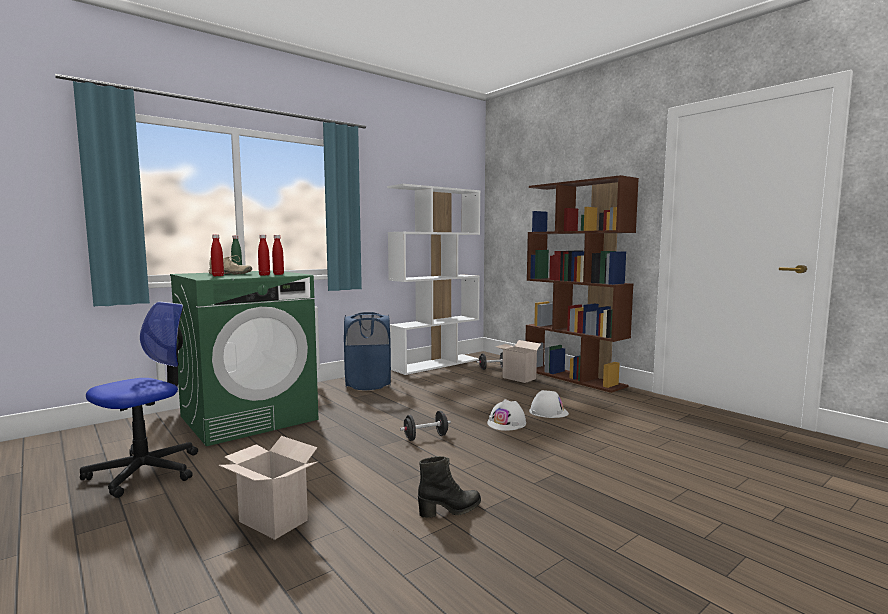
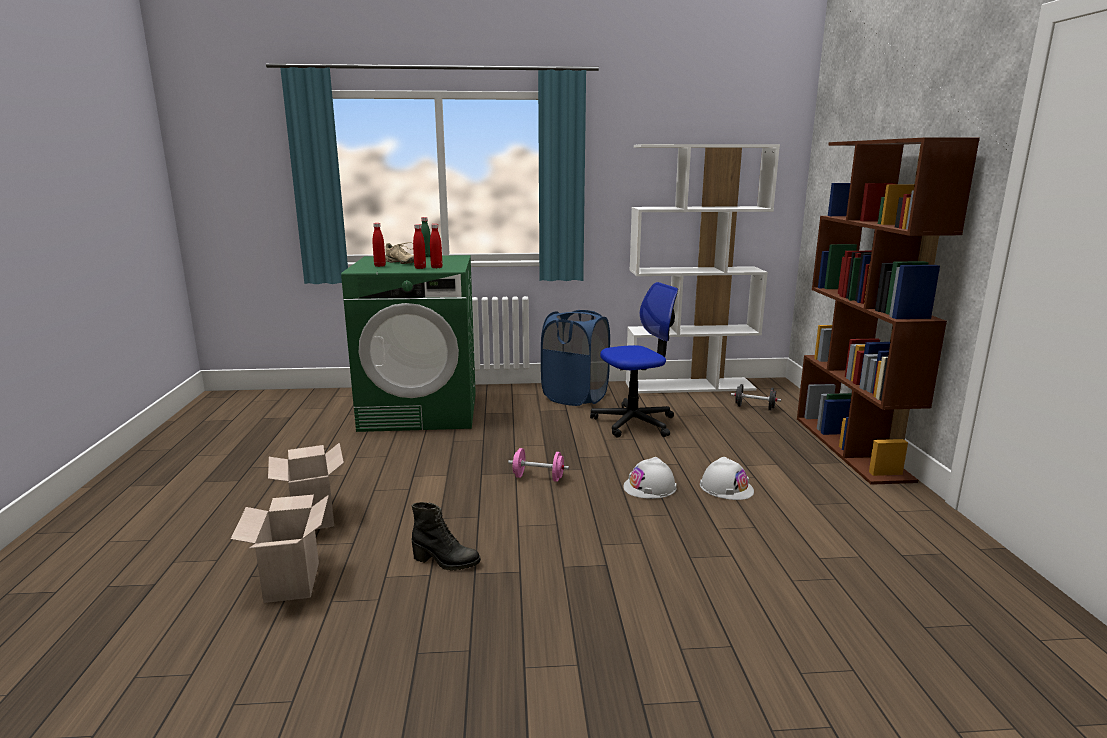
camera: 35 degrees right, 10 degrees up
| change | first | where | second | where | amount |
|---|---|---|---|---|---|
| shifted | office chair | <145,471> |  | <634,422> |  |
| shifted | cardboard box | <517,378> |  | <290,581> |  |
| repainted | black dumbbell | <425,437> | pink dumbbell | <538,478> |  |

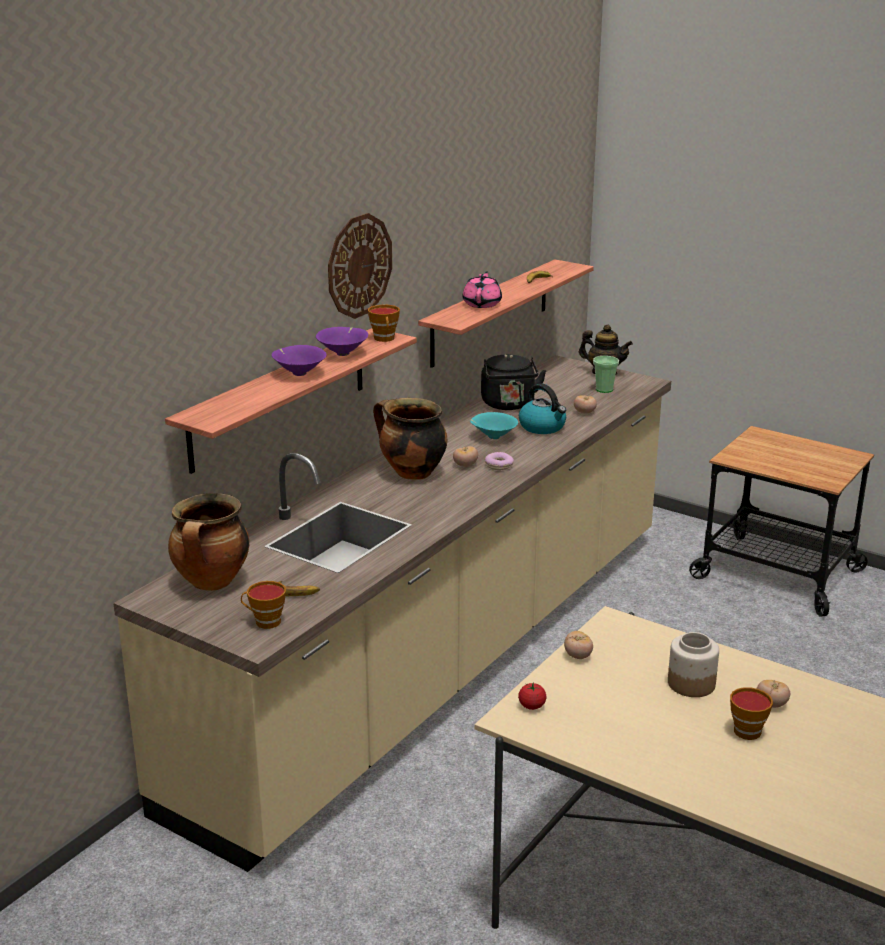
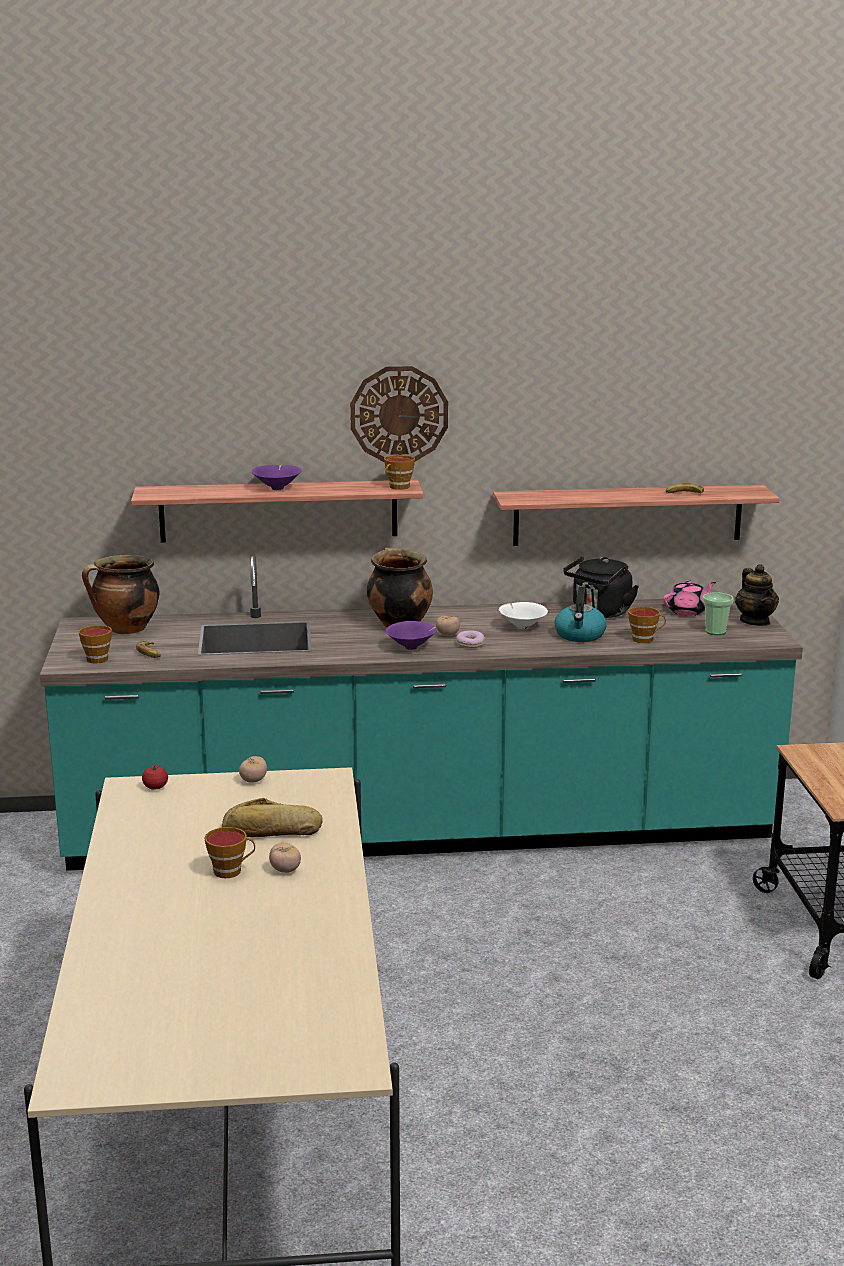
camera: 50 degrees right, 5 degrees down
| change | first | where | second | where | amount |
|---|---|---|---|---|---|
| shifted | purple bowl | <343,353> |  | <412,648> |  |
| shifted | pink teapot | <482,304> |  | <688,611> |  |
| swapped | tomato | <584,412> | cup | <645,639> |  |
| swapped | jar | <690,684> | bread | <272,831> |  |
| repainted | beige counter | <442,659> | turquoise counter | <422,832> |  |
| repainted | turquoise bowl | <493,437> | white bowl | <522,627> |  |

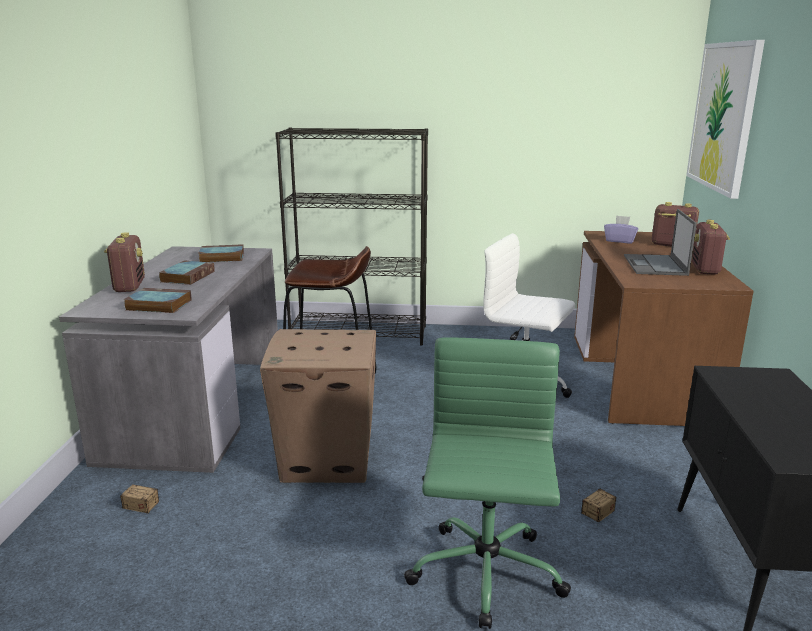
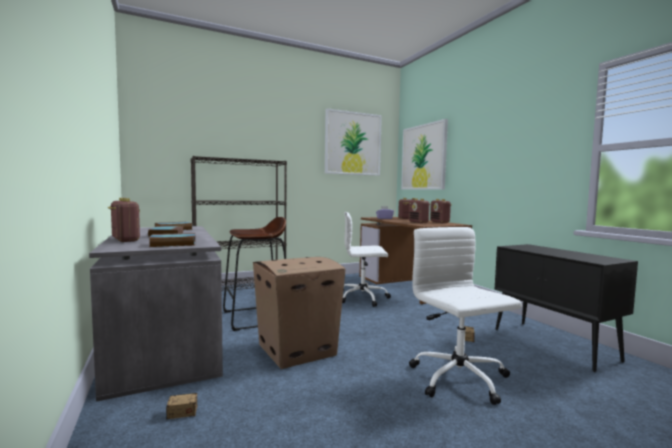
camera: 30 degrees left, 15 degrees down
| change | first | where | second | where | amount |
|---|---|---|---|---|---|
| new |  |  | picture | <353,143> |  |
| swapped | laptop | <655,265> | radio | <418,222> |  |
| repainted | green office chair | <485,574> | white office chair | <460,379> |  |

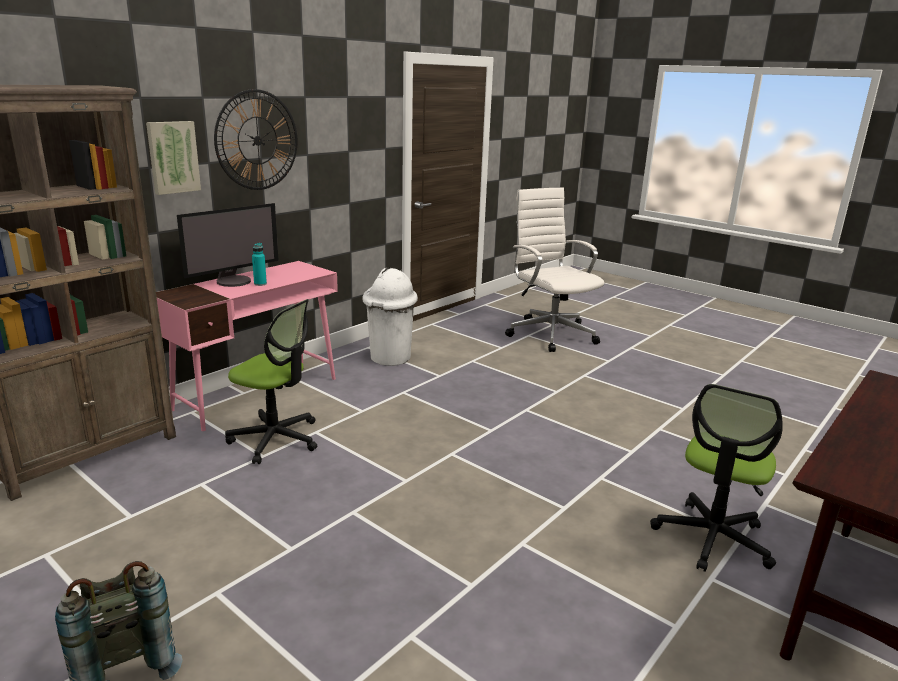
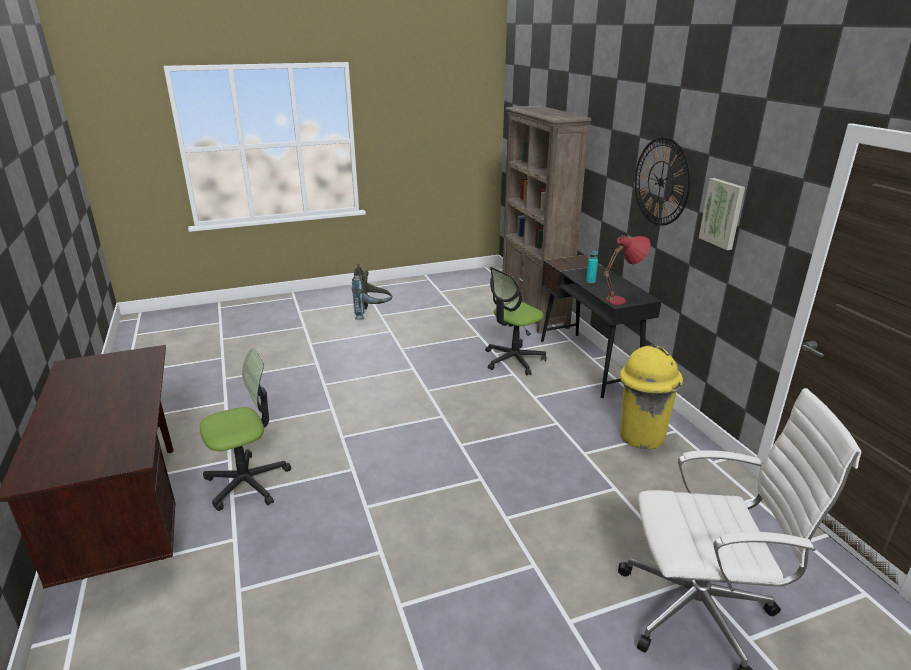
camera: 120 degrees right, 5 degrees up
| change | first | where | second | where | amount |
|---|---|---|---|---|---|
| gone | monitor | <233,281> |  |  |  |
| new |  |  | red table lamp | <622,300> |  |
| shifted | picture | <172,157> |  | <723,213> |  |
| repainted | pink desk | <258,393> | black desk | <588,363> |  |
| repainted | white trash can | <389,358> | yellow trash can | <641,436> |  |
| rotated | office chair | <712,538> |  | <247,483> | 90 degrees clockwise |

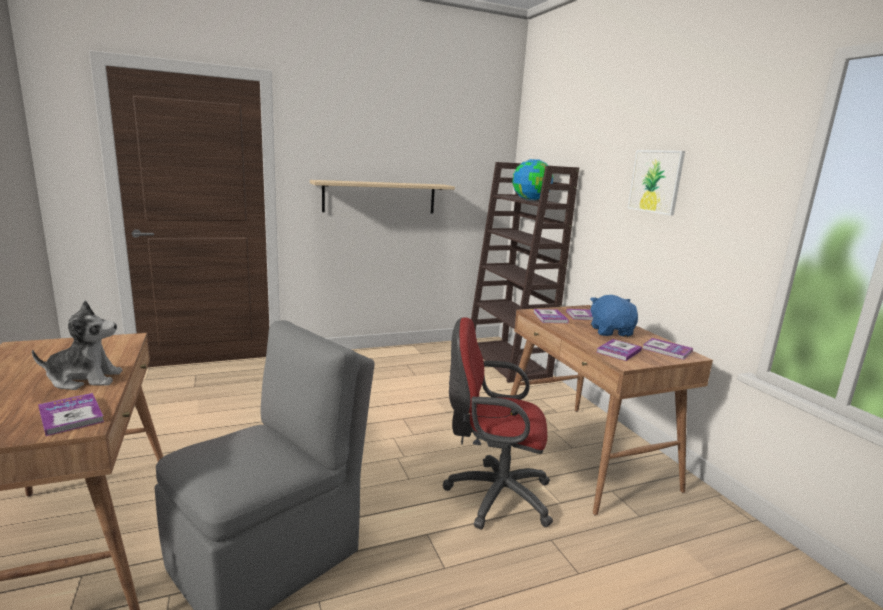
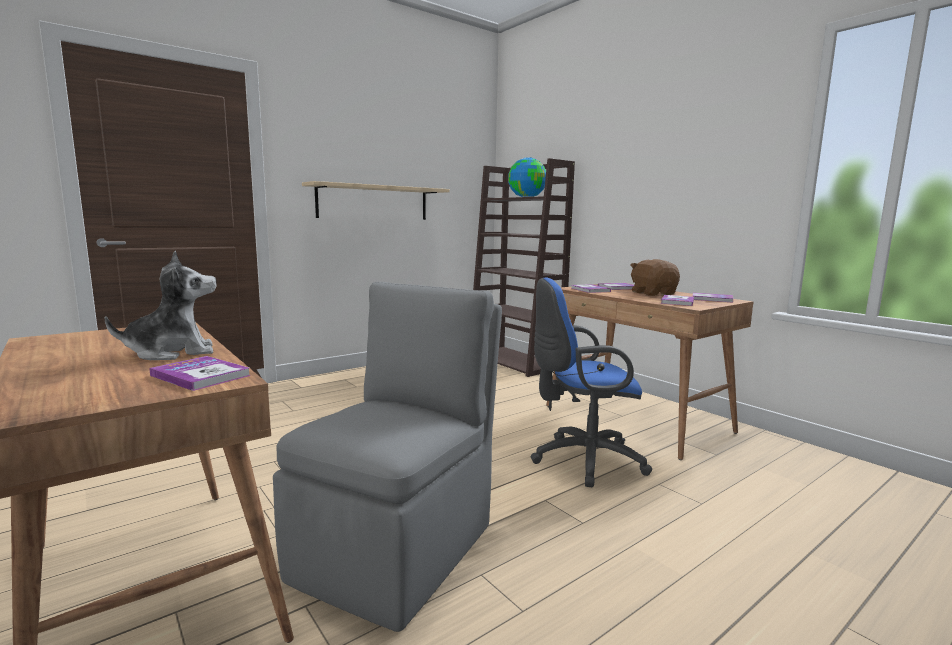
camera: 15 degrees left, 5 degrees down
| change | first | where | second | where | amount |
|---|---|---|---|---|---|
| gone | picture | <655,181> |  |  |  |
| repainted | red office chair | <493,495> | blue office chair | <582,460> |  |
| repainted | blue plush toy | <611,331> | brown plush toy | <653,293> |  |

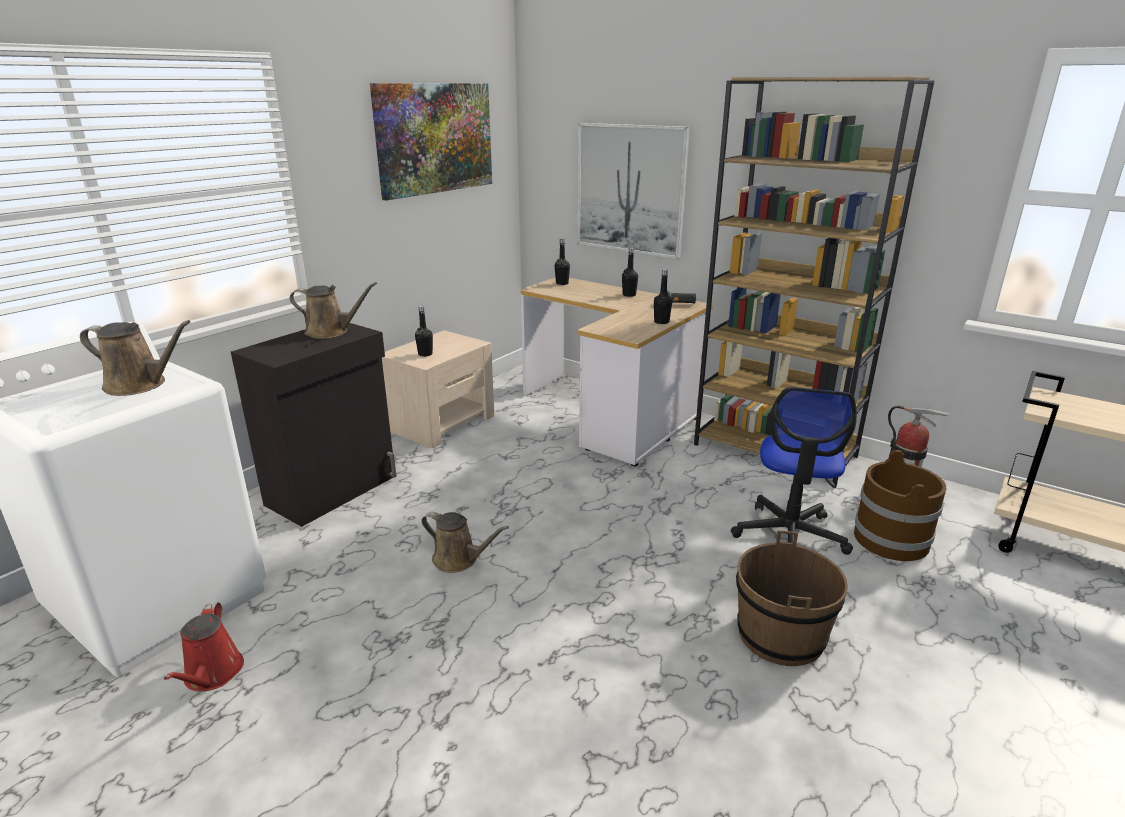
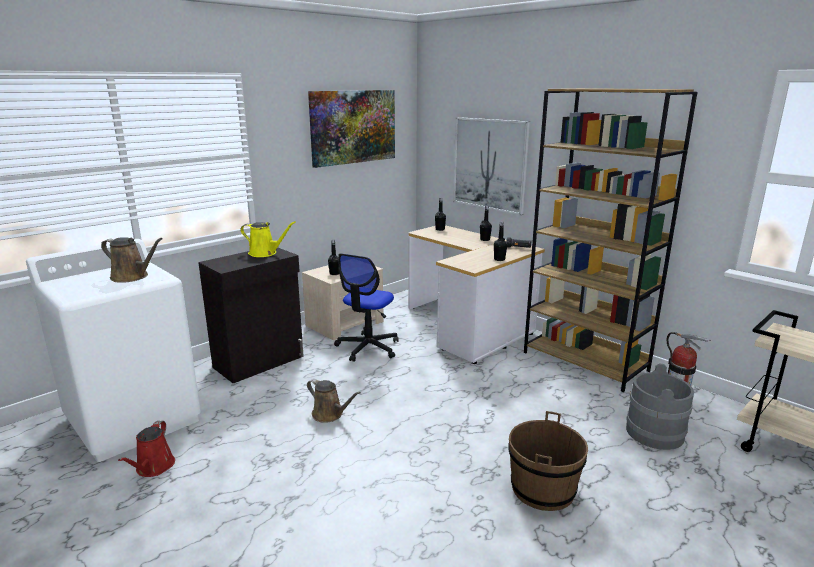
camera: 10 degrees right, 5 degrees down
| change | first | where | second | where | amount |
|---|---|---|---|---|---|
| shifted | office chair | <789,535> |  | <368,348> |  |
| repainted | brown watering can | <331,332> | yellow watering can | <265,253> |  |
| repainted | brown bucket | <891,539> | grey bucket | <655,433> |  |

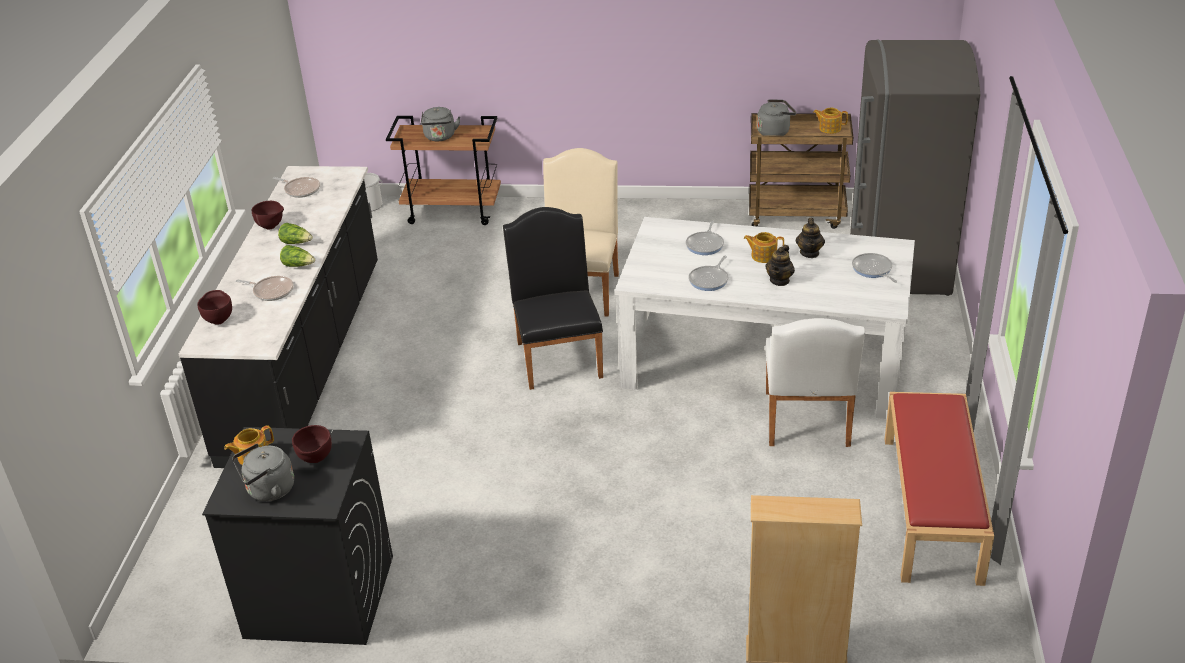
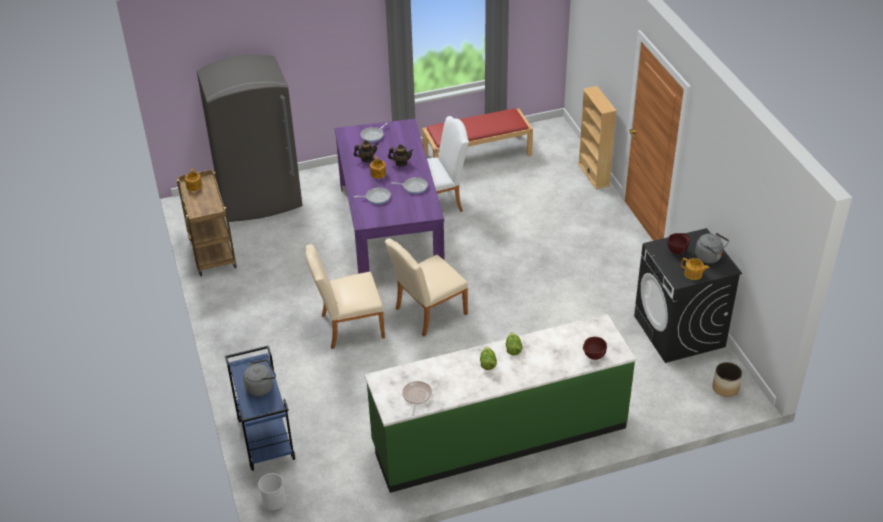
camera: 115 degrees left, 5 degrees up
| change | first | where | second | where | amount |
|---|---|---|---|---|---|
| gone | frying pan | <271,291> |  |  |  |
| gone | brown bowl | <271,227> |  |  |  |
| gone | grey kettle | <775,132> |  |  |  |
| new |  |  | planter | <725,388> |  |
| repainted | black counter | <306,360> | green counter | <499,436> |  |
| repainted | brown cart | <453,211> | blue cart | <265,439> |  |
| repainted | black chair | <558,355> | beige chair | <427,313> |  |
| repainted | white dining table | <763,362> | purple dining table | <390,229> |  |

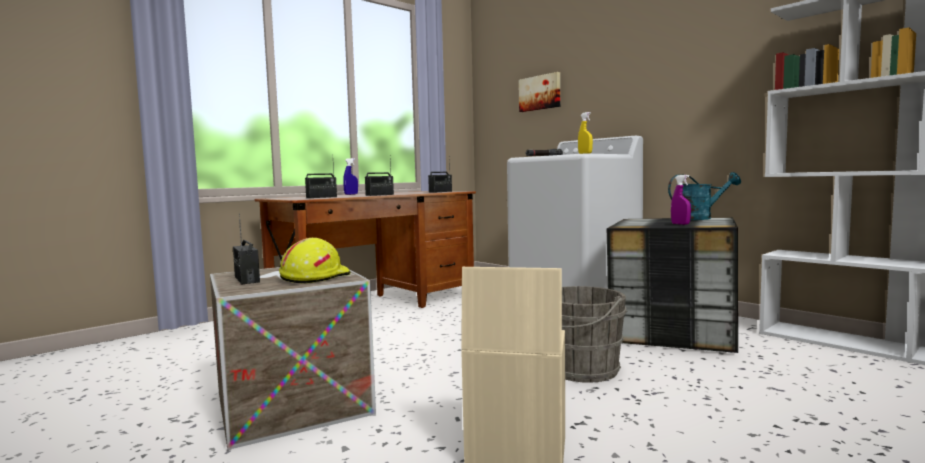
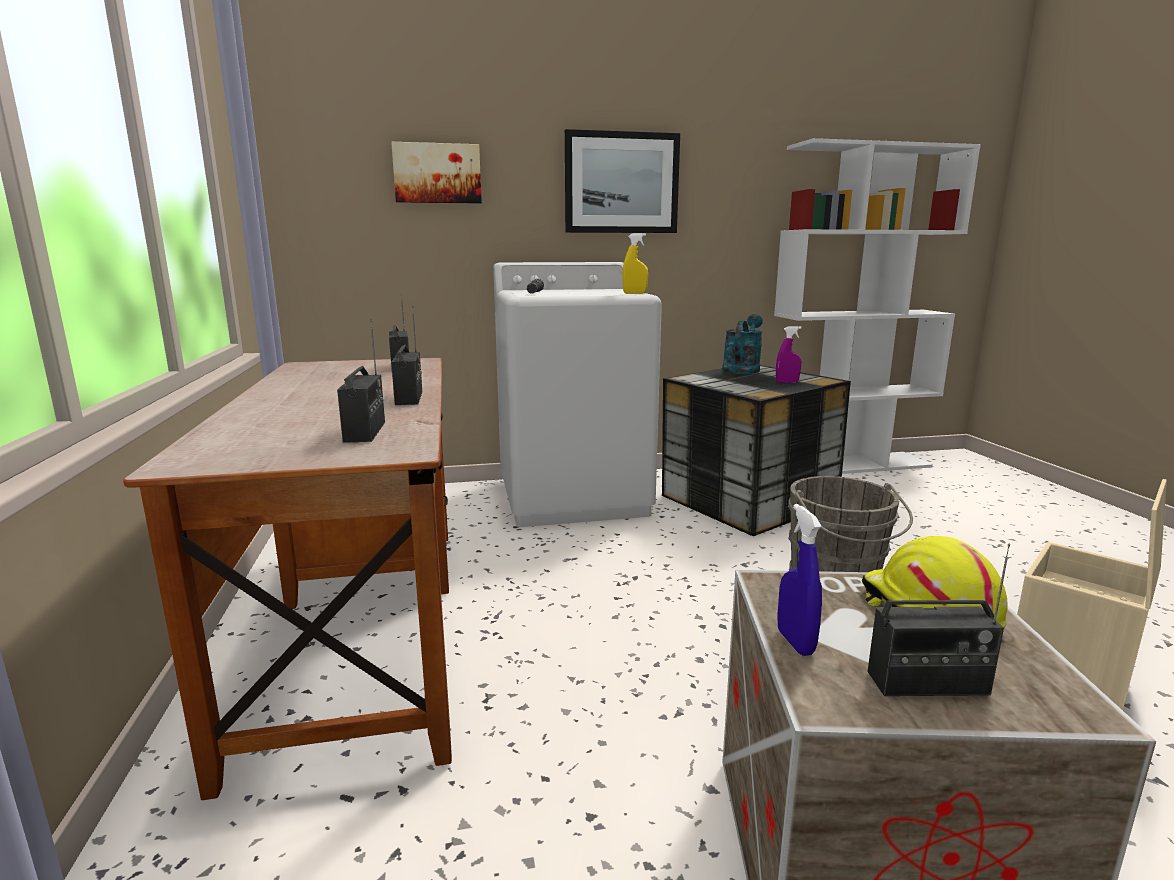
camera: 60 degrees left, 10 degrees up
| change | first | where | second | where | amount |
|---|---|---|---|---|---|
| new |  |  | picture | <621,183> |  |
| shifted | blue spray bottle | <351,194> |  | <795,642> |  |

